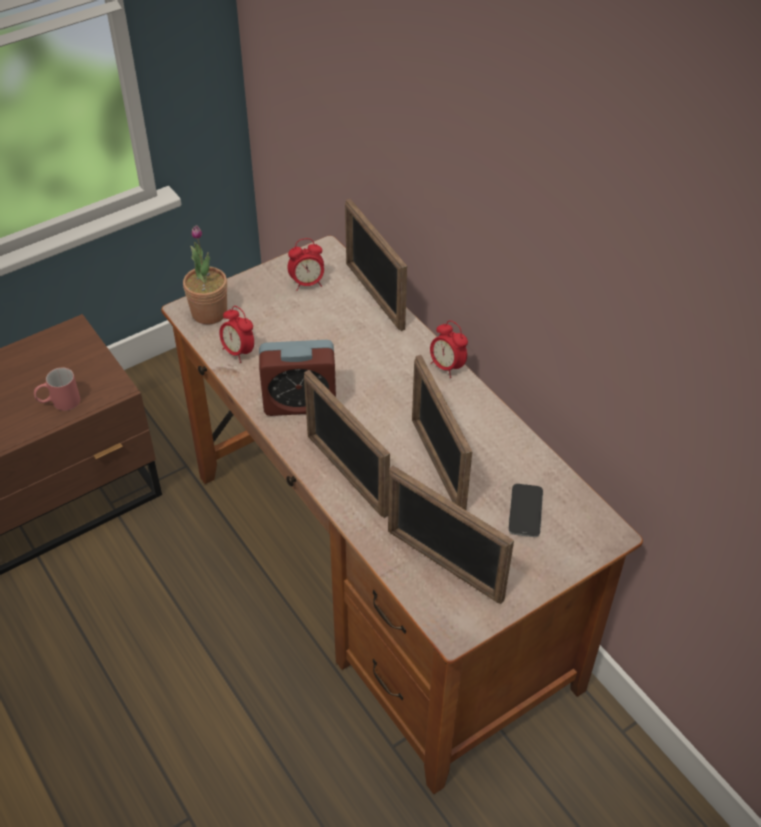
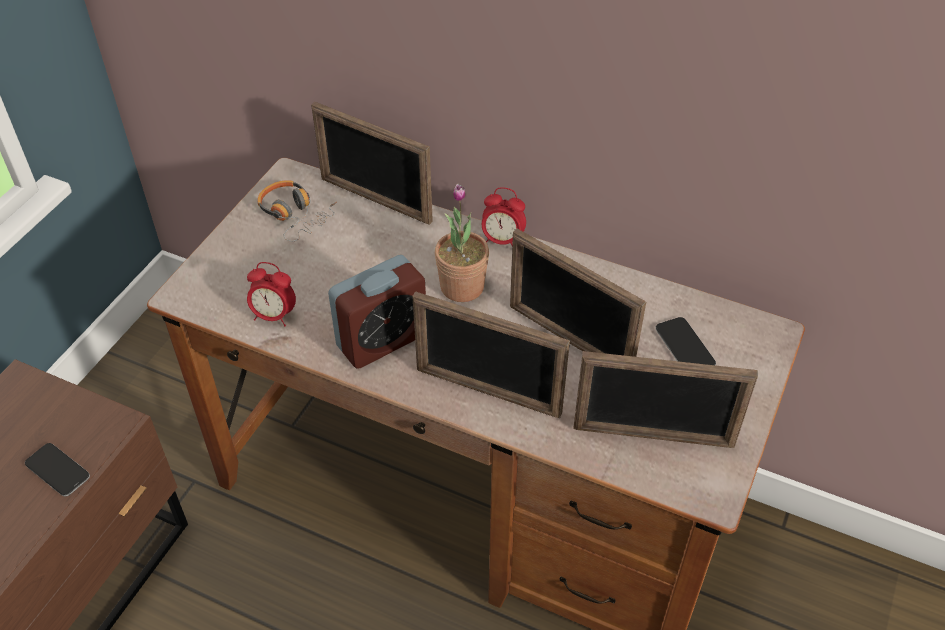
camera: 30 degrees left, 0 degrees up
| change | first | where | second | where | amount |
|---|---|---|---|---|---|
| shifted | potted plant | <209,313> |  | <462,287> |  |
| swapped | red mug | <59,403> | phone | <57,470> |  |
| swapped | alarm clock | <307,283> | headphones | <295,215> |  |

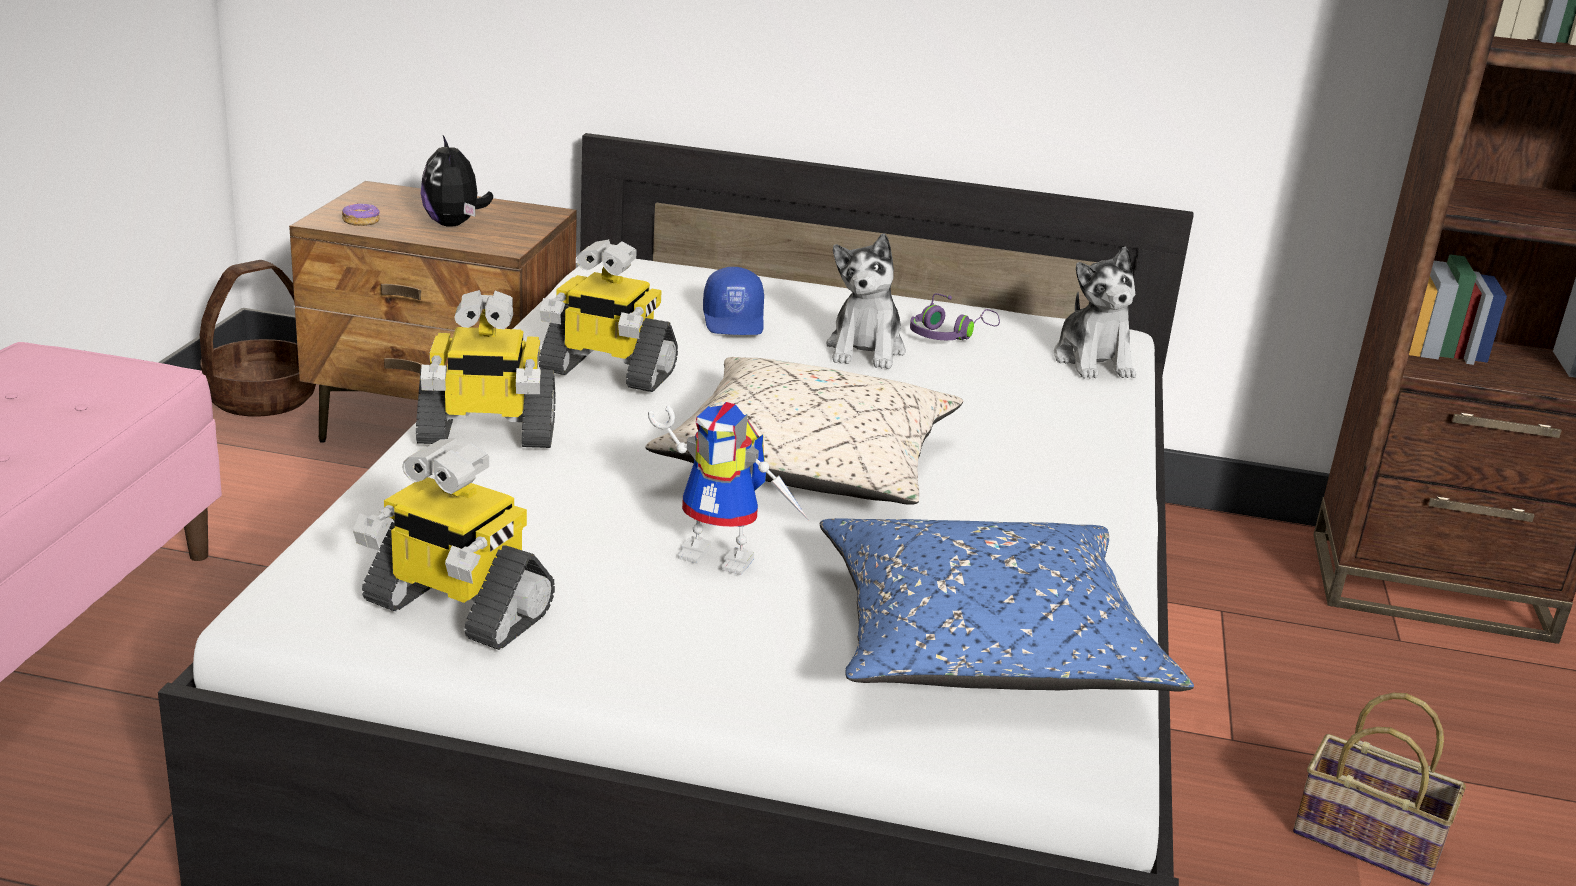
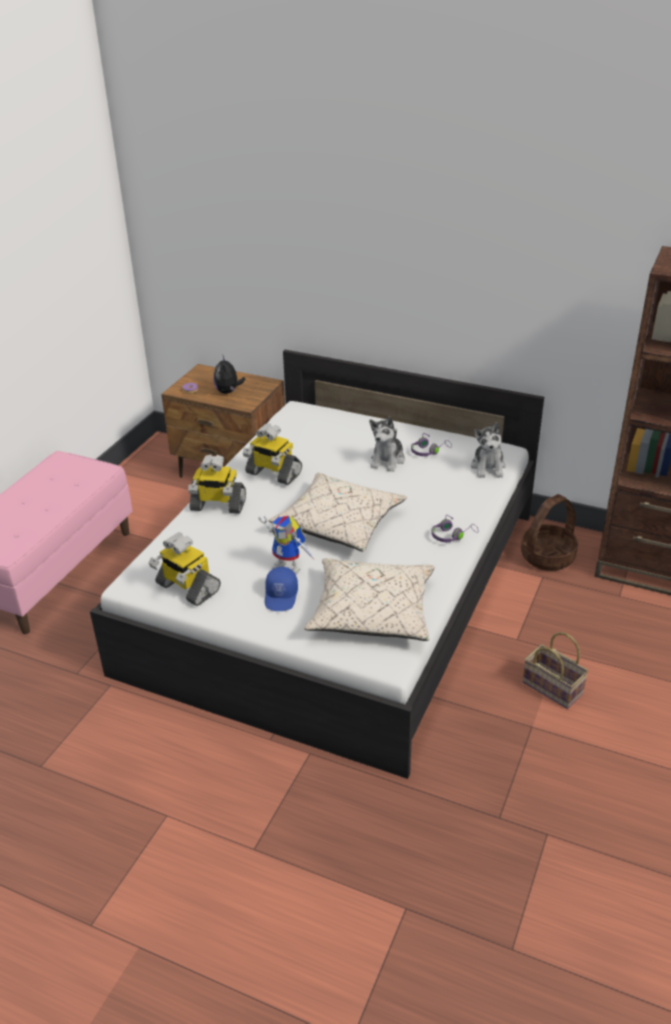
camera: 15 degrees right, 10 degrees up
| change | first | where | second | where | amount |
|---|---|---|---|---|---|
| new |  |  | purple headphones | <451,535> |  |
| shifted | basket | <261,397> |  | <547,556> |  |
| shifted | blue cap | <735,321> |  | <281,596> |  |
| repainted | blue pillow | <983,644> | beige pillow | <372,612> |  |

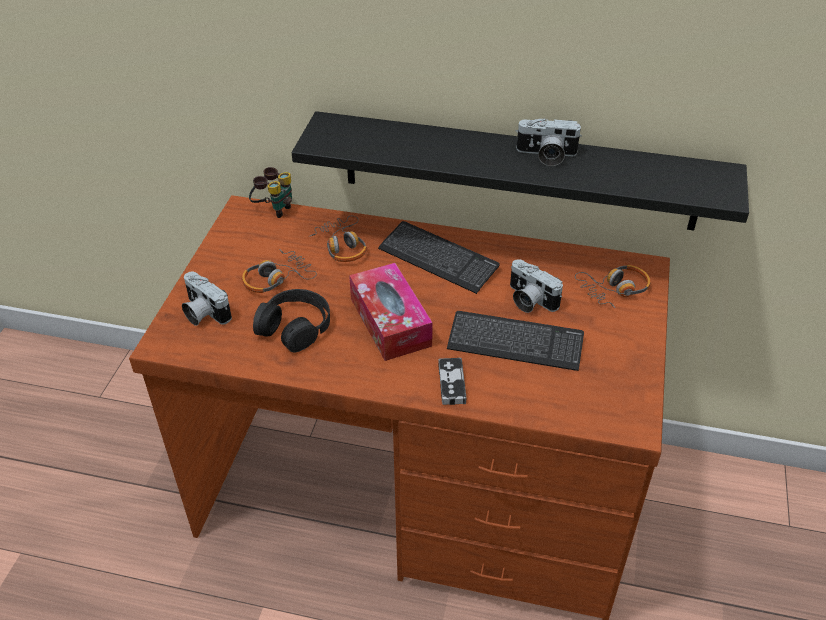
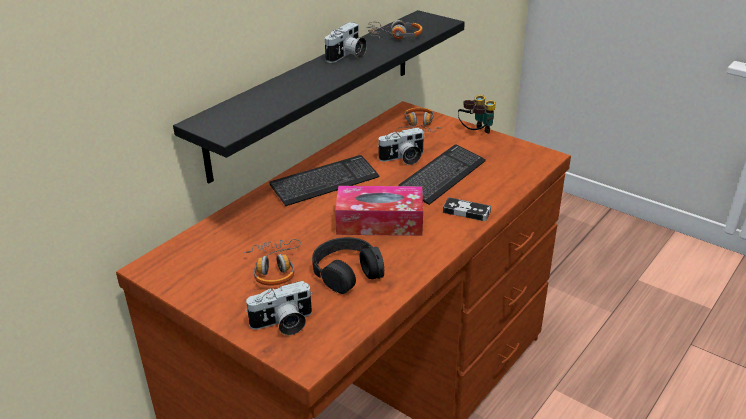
camera: 65 degrees left, 10 degrees down
| change | first | where | second | where | amount |
|---|---|---|---|---|---|
| shifted | binoculars | <274,209> |  | <475,133> |  |
| shifted | headphones | <342,246> |  | <394,36> |  |

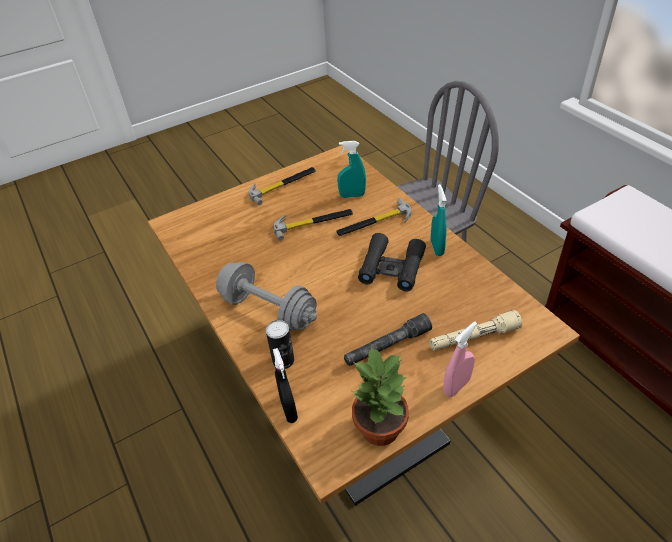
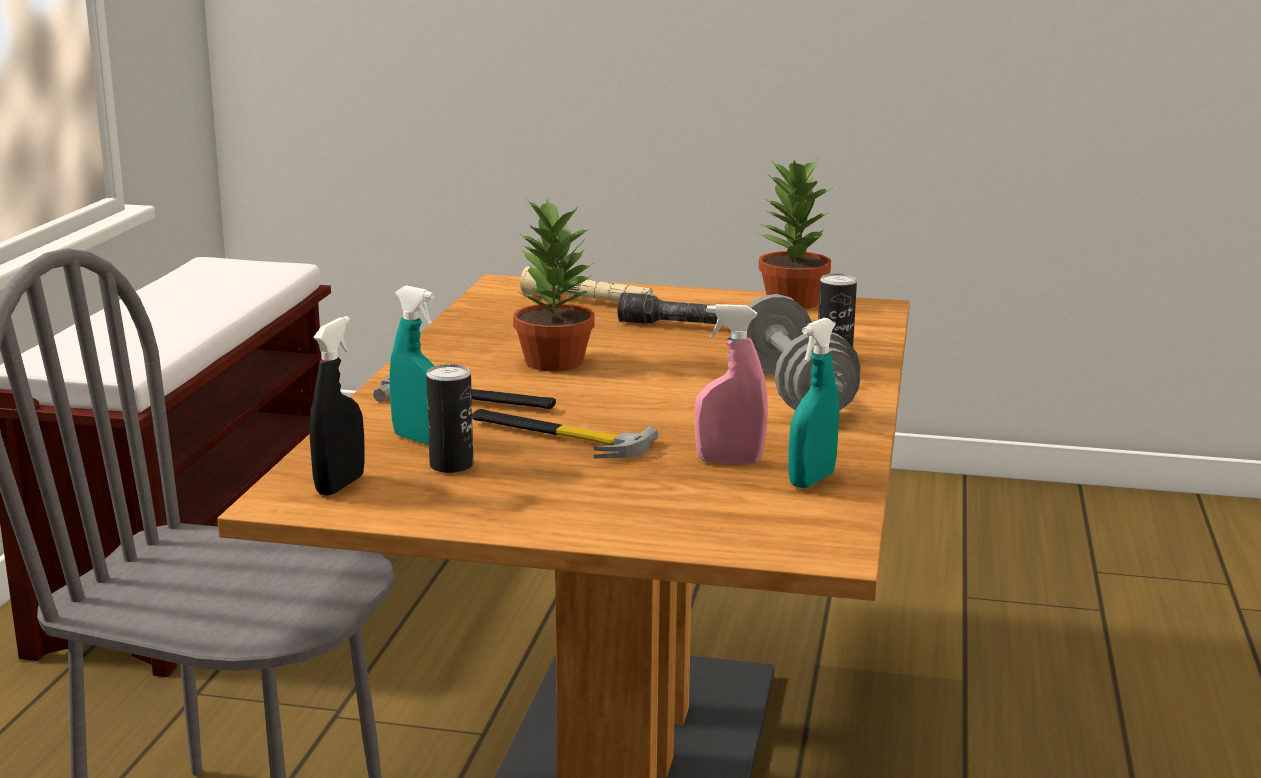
camera: 140 degrees left, 25 degrees down
| change | first | where | second | where | amount |
|---|---|---|---|---|---|
| gone | hammer | <283,185> |  |  |  |
| new |  |  | can | <451,465> |  |
| shifted | black spray bottle | <289,410> |  | <340,485> |  |
| shifted | turquoise spray bottle | <437,248> |  | <811,480> |  |
| shifted | pink spray bottle | <456,386> |  | <729,461> |  |
| swapped | black binoculars | <391,268> | potted plant | <553,361> |  |

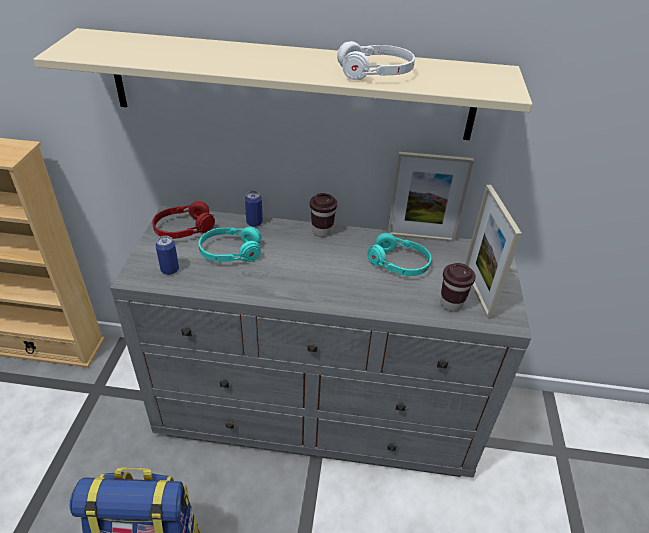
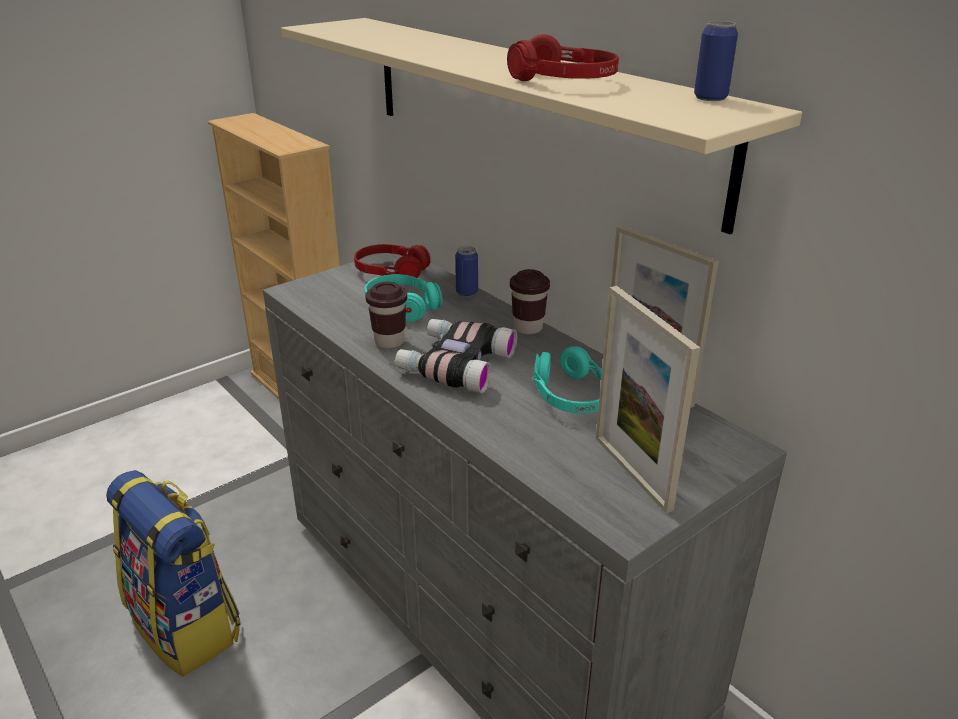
camera: 45 degrees right, 10 degrees down
| change | first | where | second | where | amount |
|---|---|---|---|---|---|
| new |  |  | binoculars | <455,364> |  |
| shifted | can | <170,270> |  | <710,98> |  |
| shifted | brown cup | <451,304> |  | <389,342> |  |
| repainted | white headphones | <375,73> | red headphones | <563,81> |  |
| rotated | picture frame | <477,292> |  | <632,472> | 60 degrees counterclockwise |

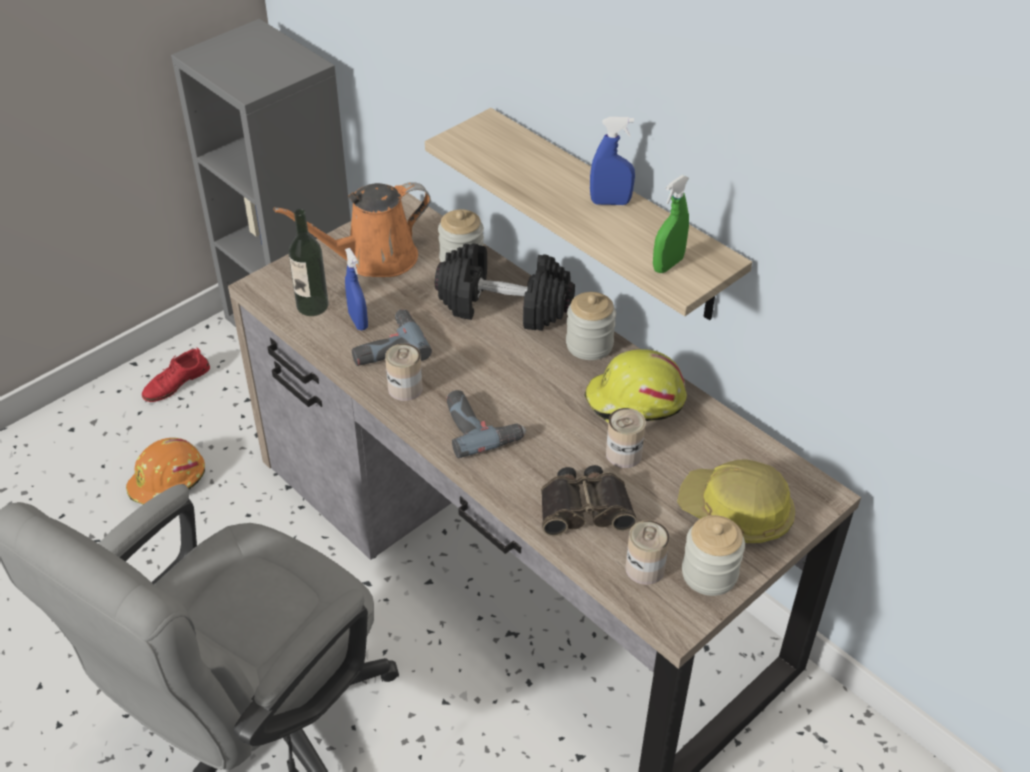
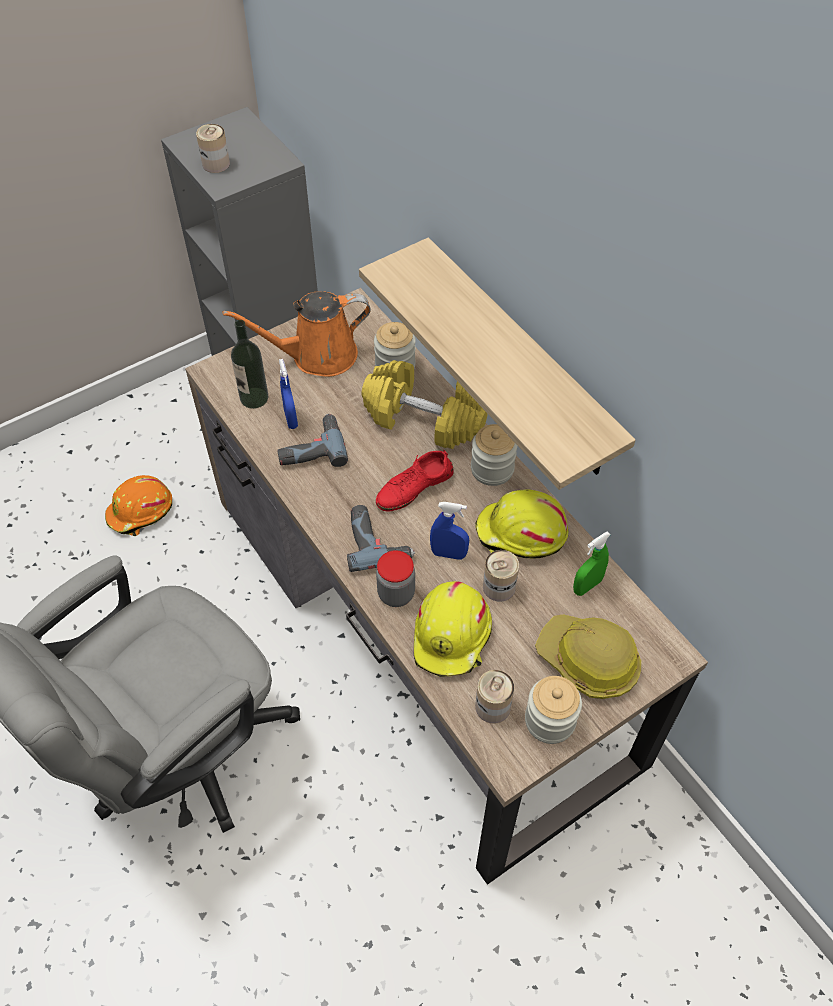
camera: 10 degrees right, 10 degrees up
| change | first | where | second | where | amount |
|---|---|---|---|---|---|
| new |  |  | jar | <396,594> |  |
| shifted | red shoe | <176,382> |  | <414,487> |  |
| shifted | can | <405,389> |  | <216,164> |  |
| shifted | blue spray bottle | <610,202> |  | <448,554> |  |
| shifted | green spray bottle | <668,265> |  | <587,586> |  |
| swapped | binoculars | <585,507> | yellow hard hat | <452,636> |  |
| repainted | black dumbbell | <505,306> | yellow dumbbell | <424,419> |  |

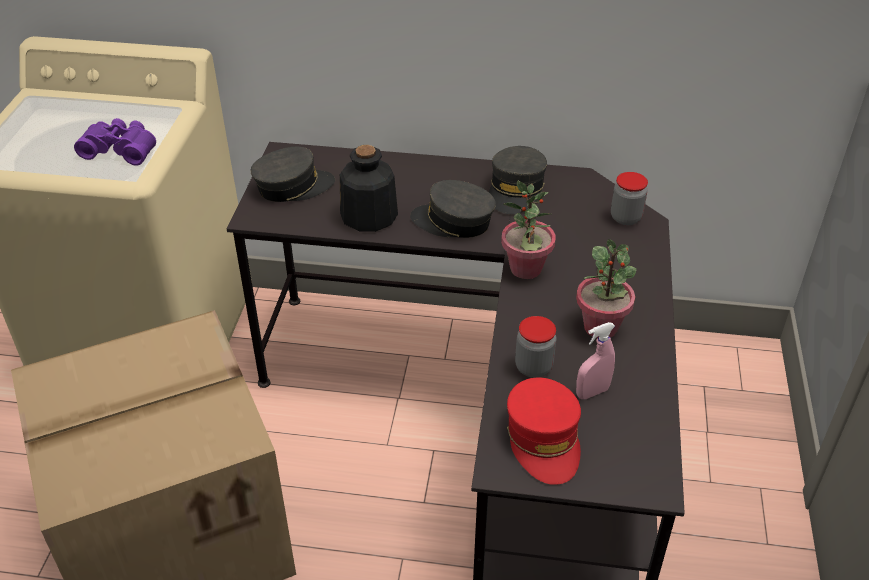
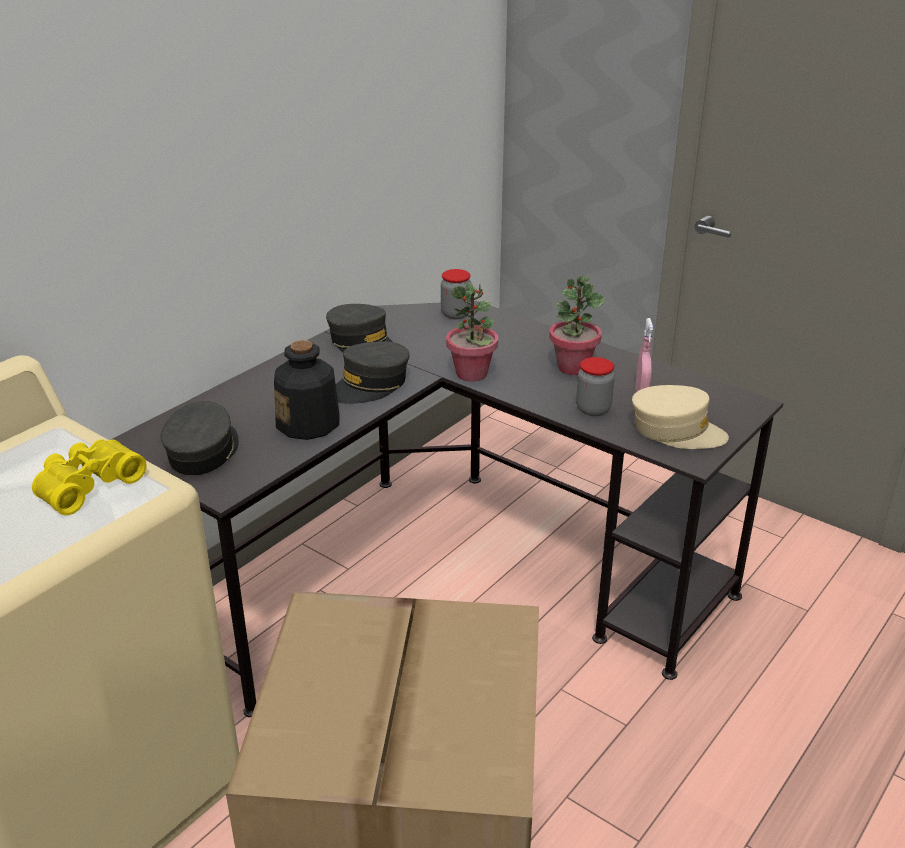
camera: 60 degrees left, 10 degrees down
| change | first | where | second | where | amount |
|---|---|---|---|---|---|
| repainted | purple binoculars | <121,149> | yellow binoculars | <87,484> |  |
| repainted | red cap | <544,439> | beige cap | <676,431> |  |

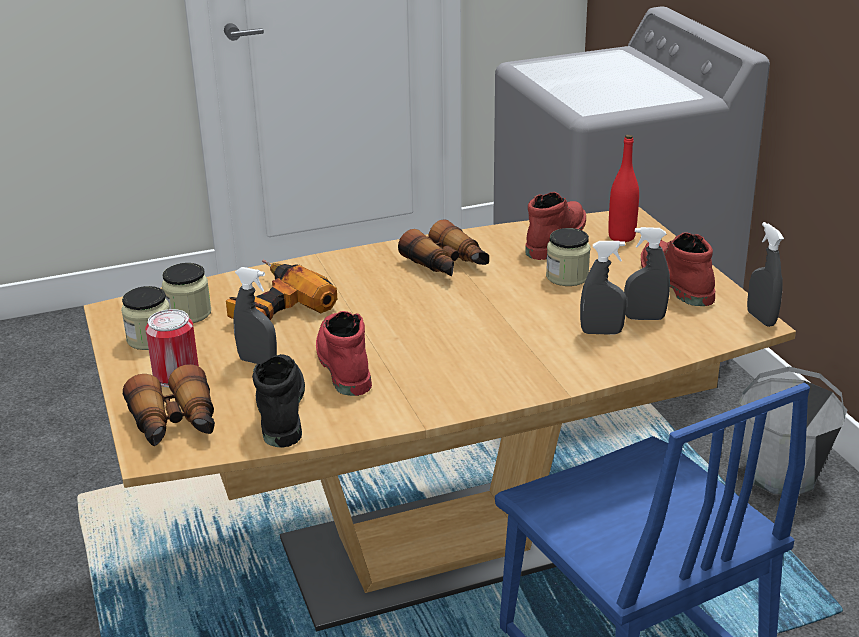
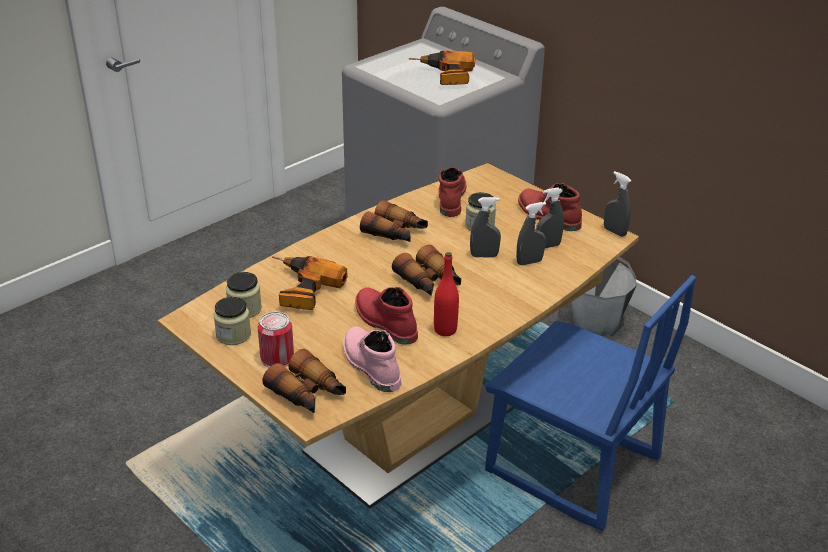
camera: 25 degrees left, 5 degrees up
| change | first | where | second | where | amount |
|---|---|---|---|---|---|
| new |  |  | binoculars | <429,282> |  |
| new |  |  | power drill | <445,77> |  |
| shifted | grey spray bottle | <258,361> |  | <484,256> |  |
| shifted | red bottle | <621,237> |  | <445,330> |  |
| repainted | black boot | <279,410> | pink boot | <369,365> |  |

